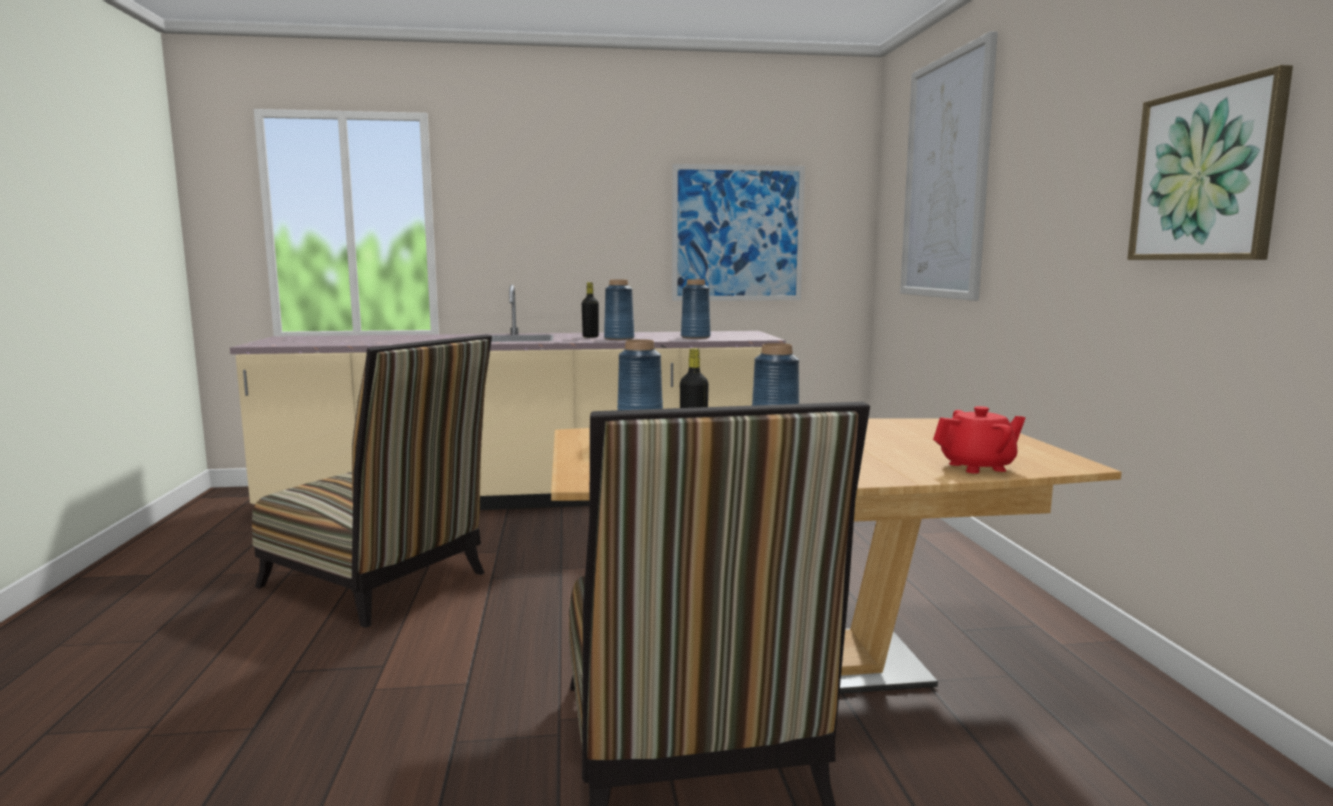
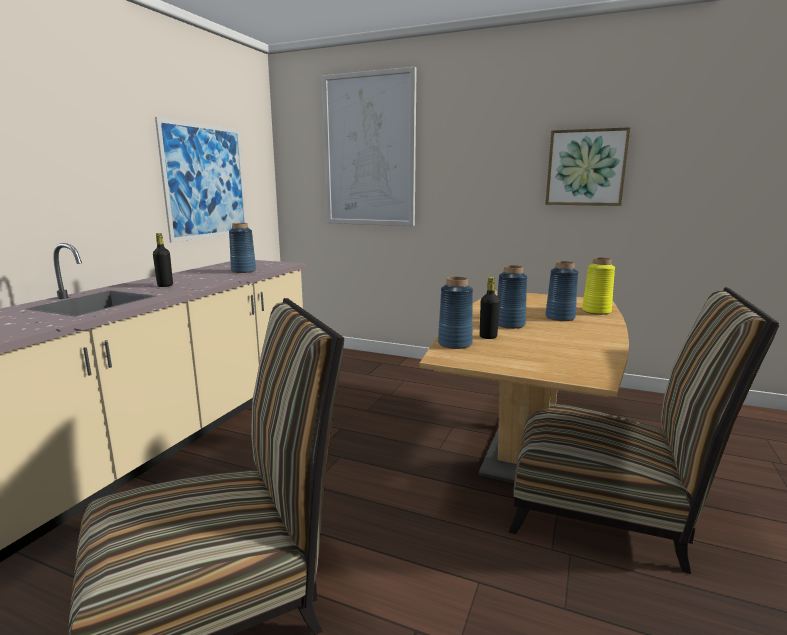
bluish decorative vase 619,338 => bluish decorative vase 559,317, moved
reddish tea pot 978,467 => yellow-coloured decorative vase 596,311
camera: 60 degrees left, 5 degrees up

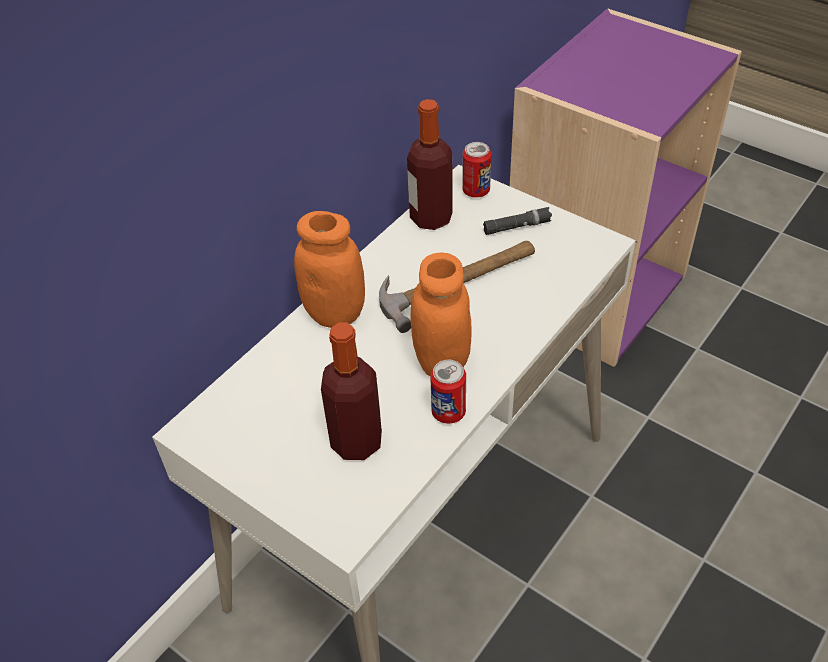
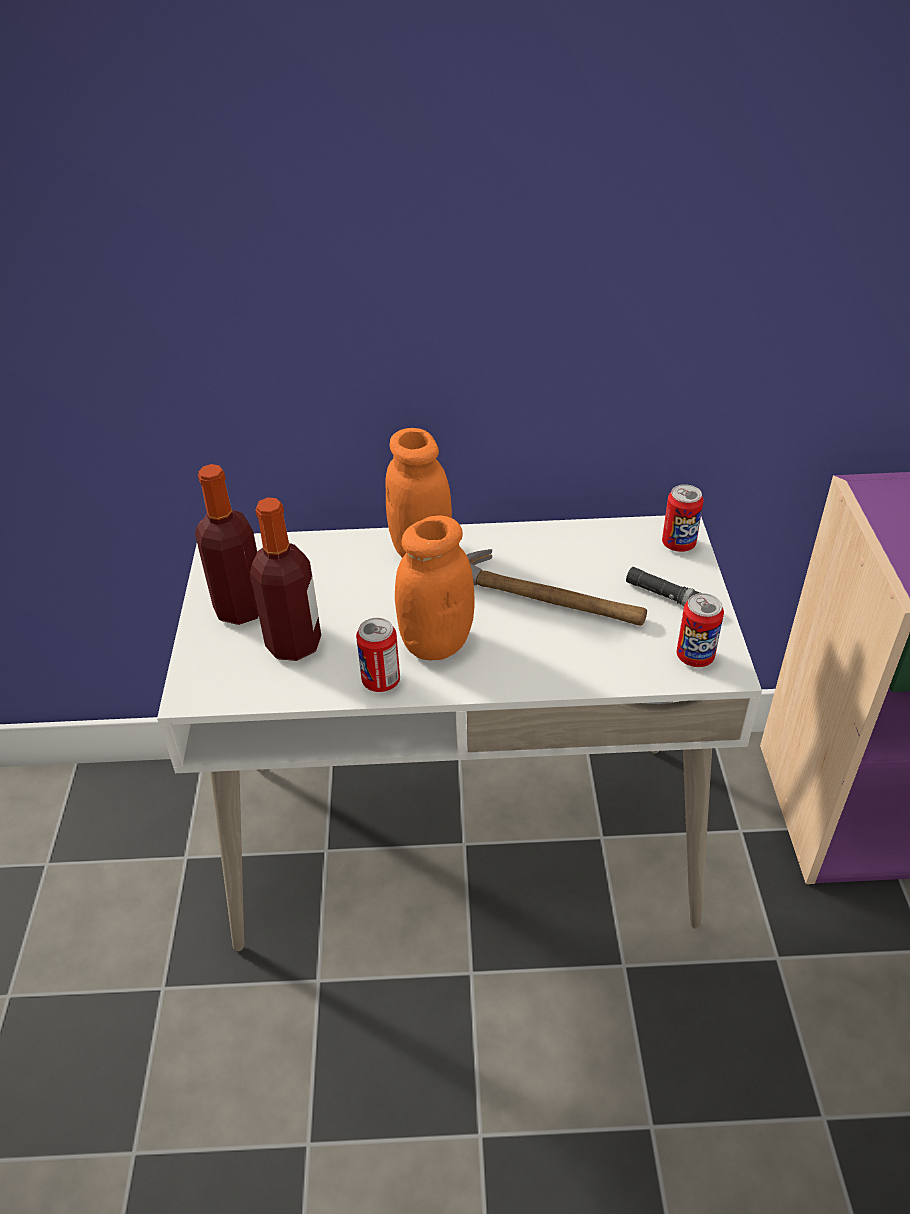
drink bottle 431,218 => drink bottle 241,608, moved
nothing => can 695,657
camera: 50 degrees right, 5 degrees down

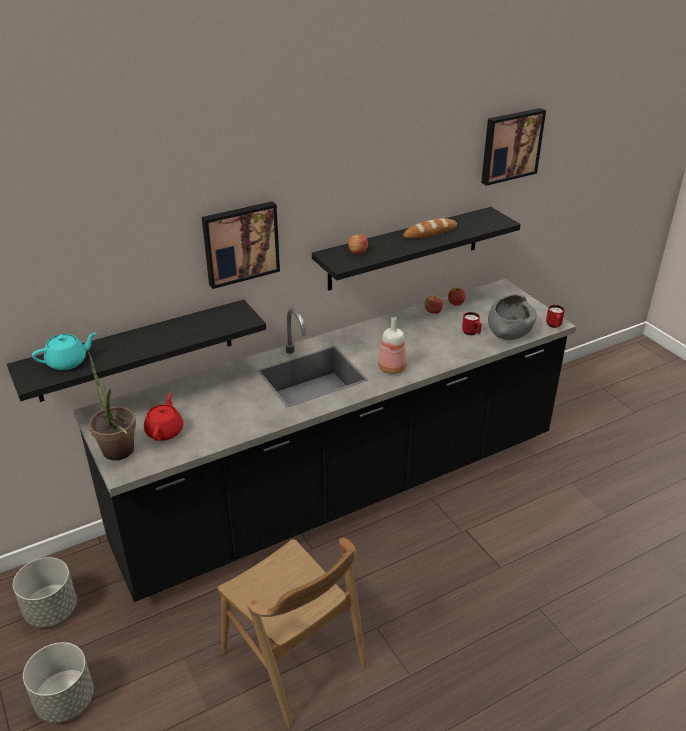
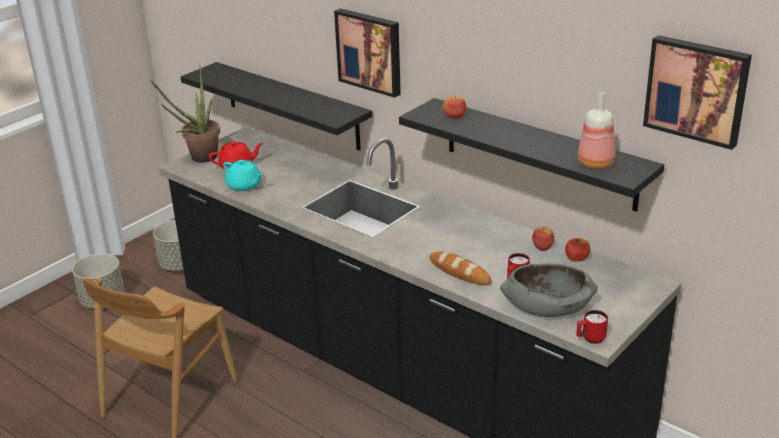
blue-green tea pot 68,362 => blue-green tea pot 244,186, moved
bakery bread 430,232 => bakery bread 459,272, moved
drink bottle 392,367 => drink bottle 597,163, moved
camera: 70 degrees right, 5 degrees down

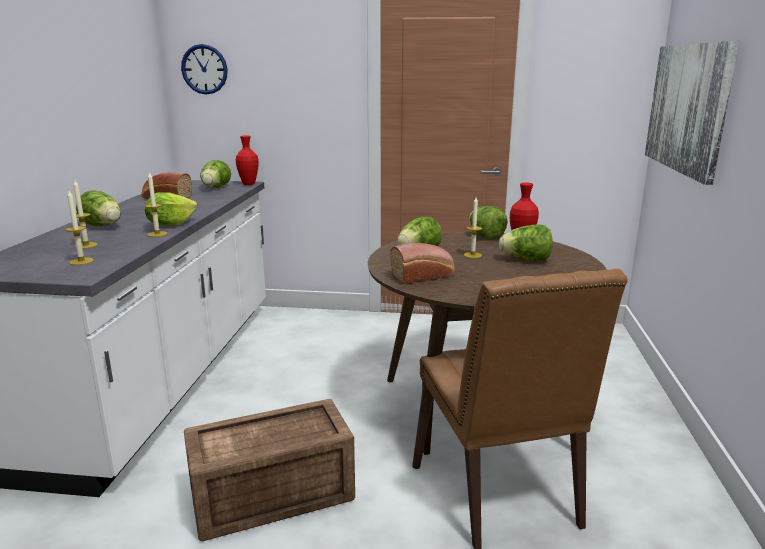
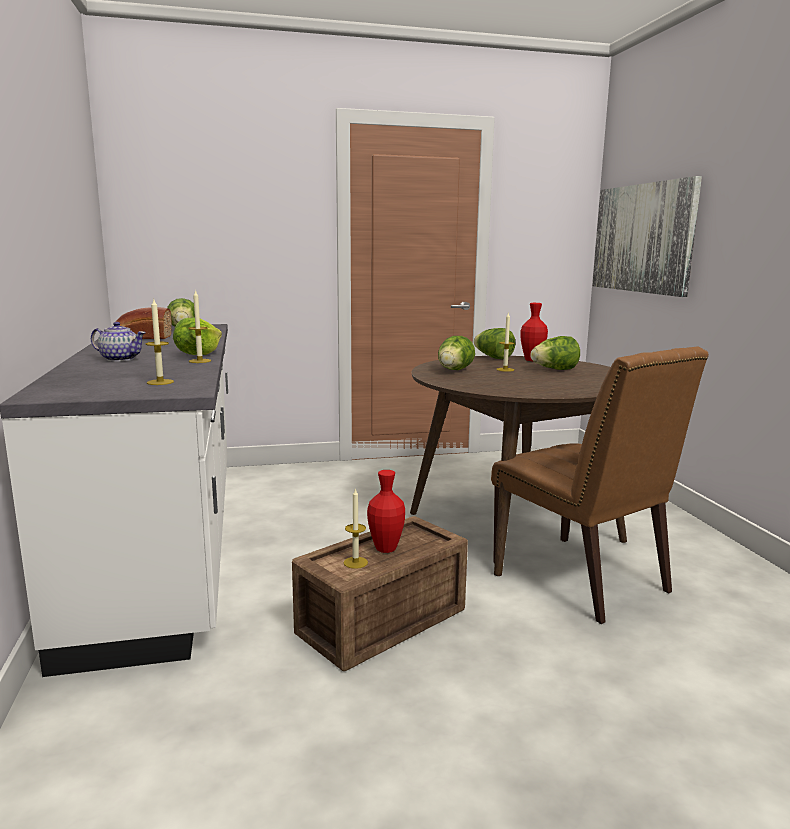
lettuce head 103,226 => tea pot 120,359
wax light 86,245 => wax light 355,562, moved
reddish decorative vase 248,184 => reddish decorative vase 386,549, moved
clock on the wall 204,69 => nothing
bakery bread 424,276 => nothing
camera: 20 degrees left, 5 degrees down

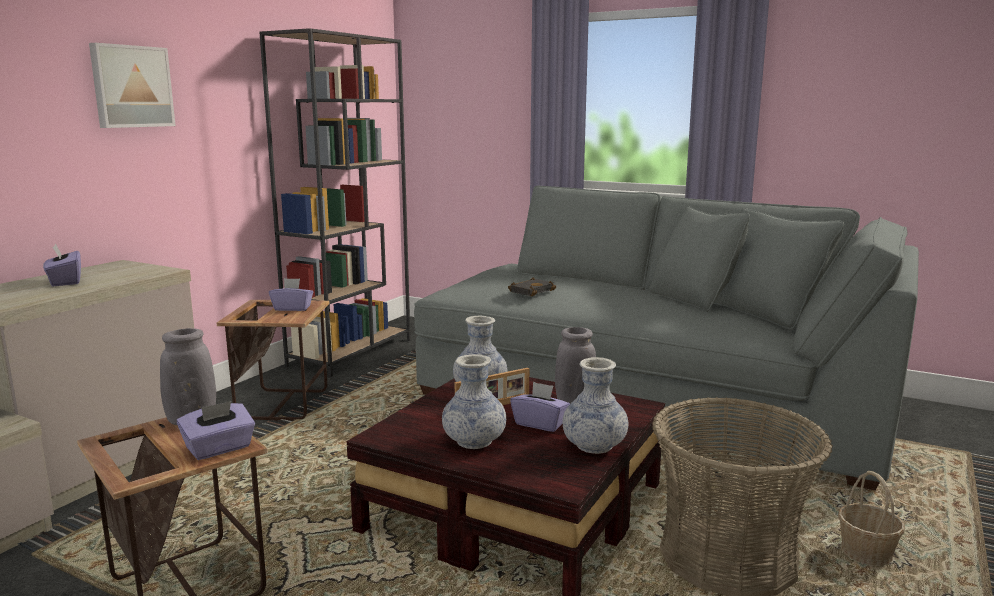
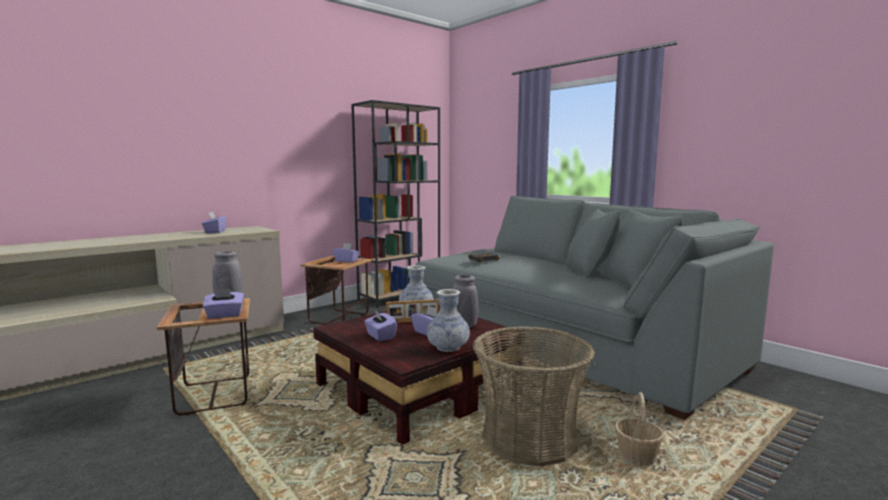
decorative vase 474,441 => purplish tissue box 380,336
wall art 131,86 => nothing
camera: 20 degrees right, 5 degrees down

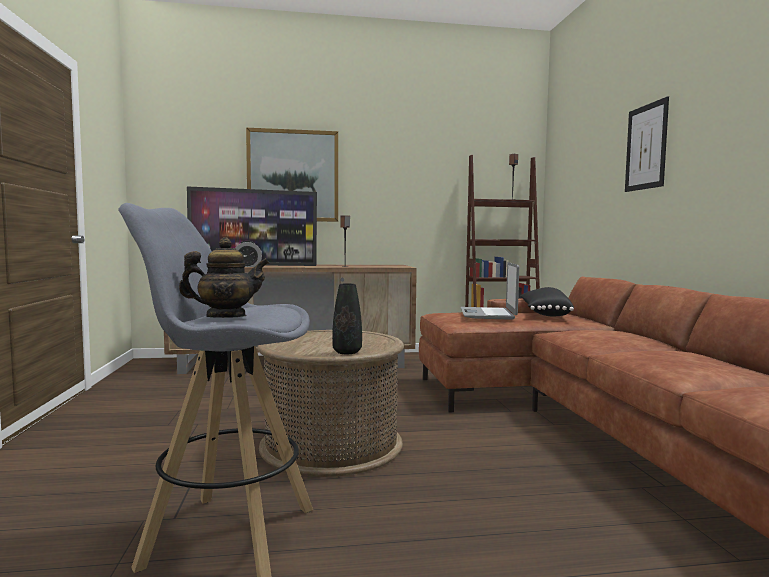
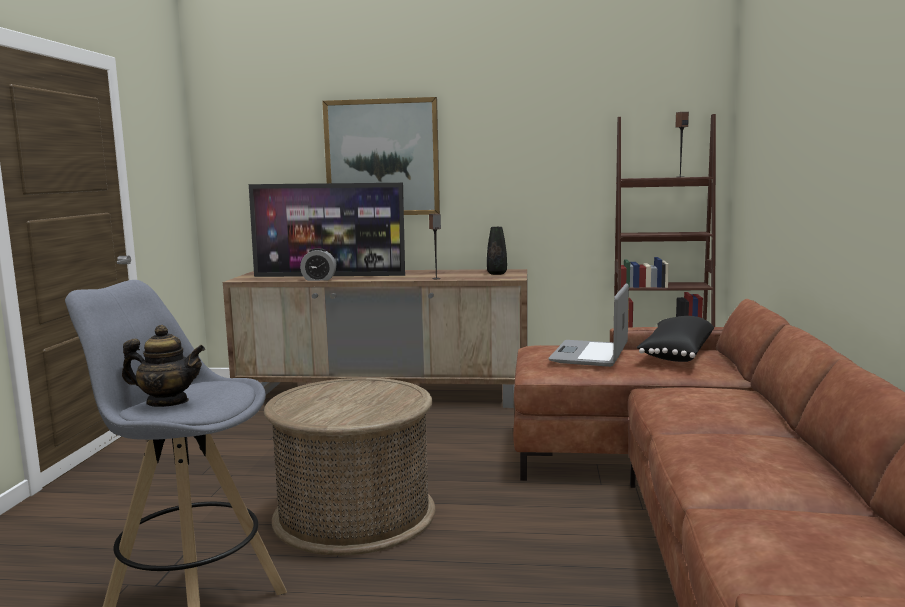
blackish decorative vase 347,352 => blackish decorative vase 497,273, moved
wall art 646,147 => nothing
camera: 15 degrees right, 5 degrees up

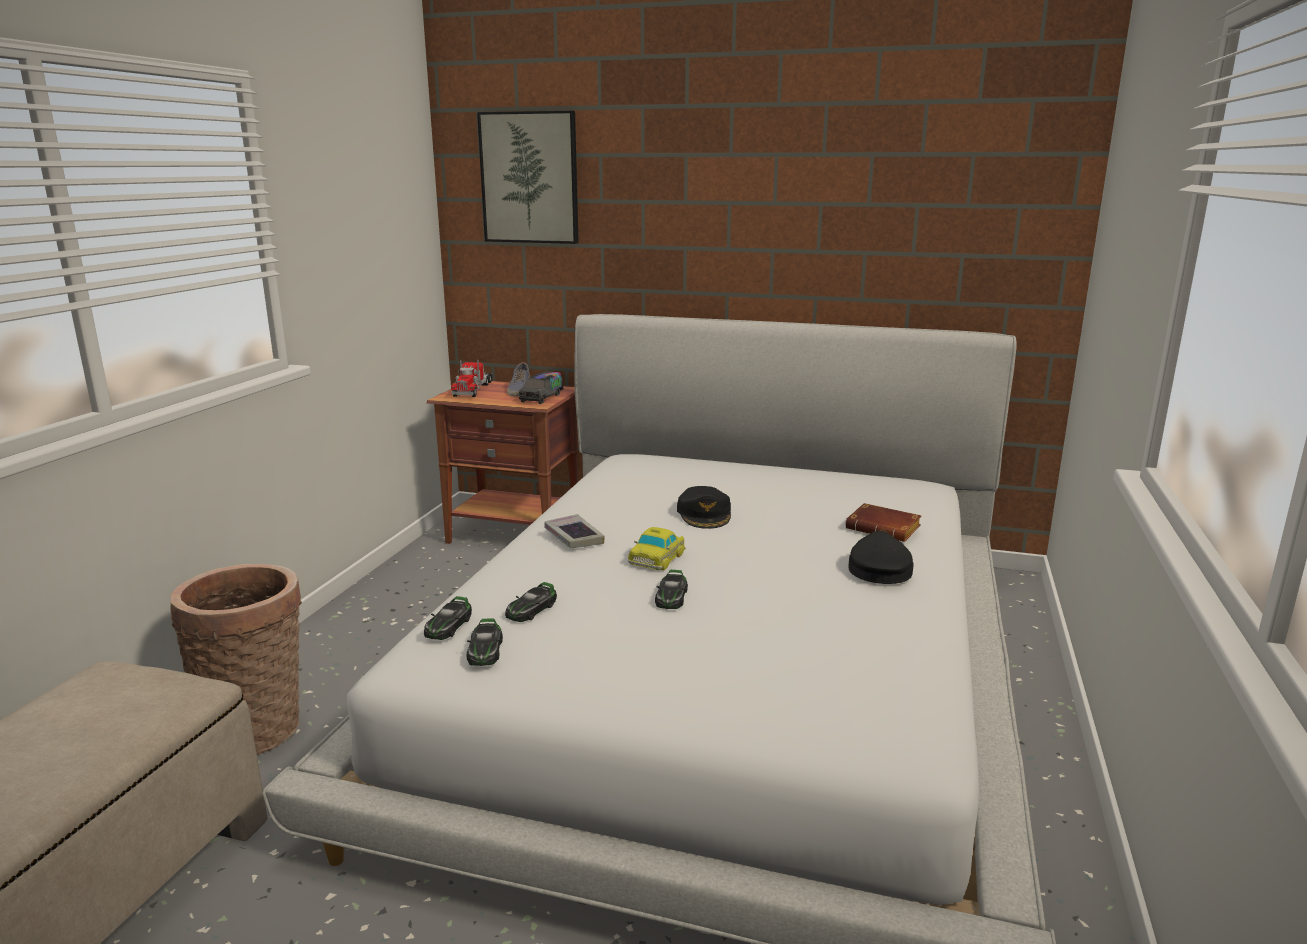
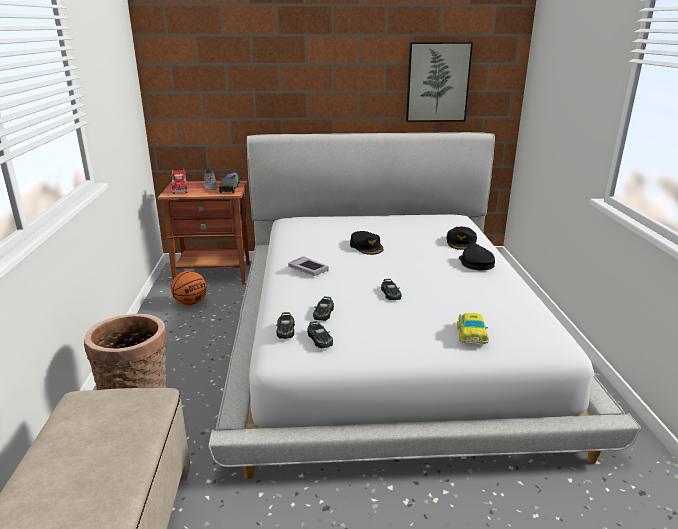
nothing => basketball ball 190,303
wall art 530,178 => wall art 437,82, moved
brownish volume 885,529 => blackish peaked cap 461,242
miniature car 657,557 => miniature car 471,333, moved
camera: 20 degrees left, 5 degrees up

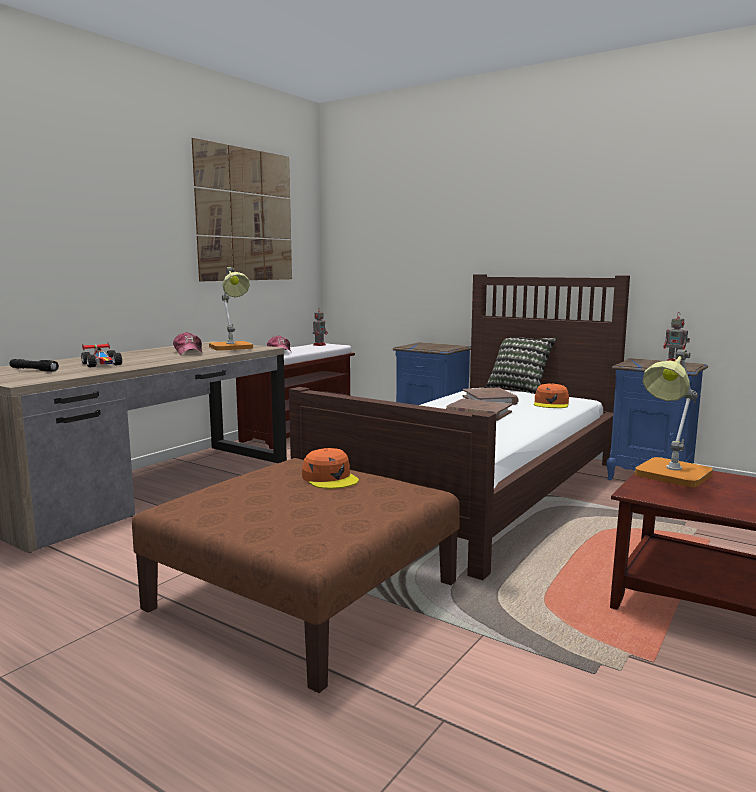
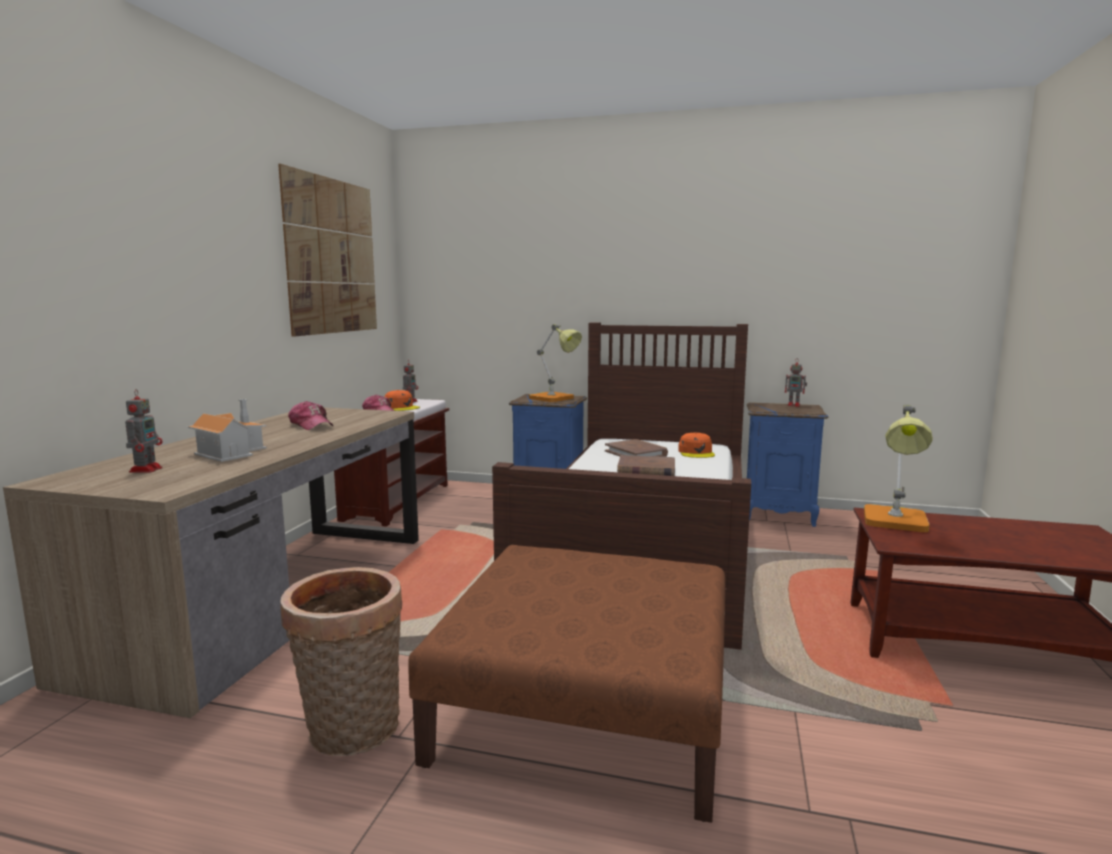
blackish hand torch 33,370 => toy robot 146,469
miniature car 103,364 => toy house 231,452
nothing => household basket 352,733
orangey peaked cap 330,478 => orangey peaked cap 401,407, moved
tabletop lamp 233,348 => tabletop lamp 555,399, moved
cushion 519,389 => nothing
camera: 20 degrees left, 0 degrees up

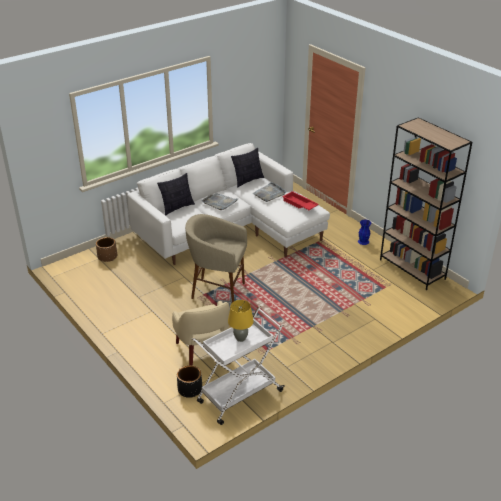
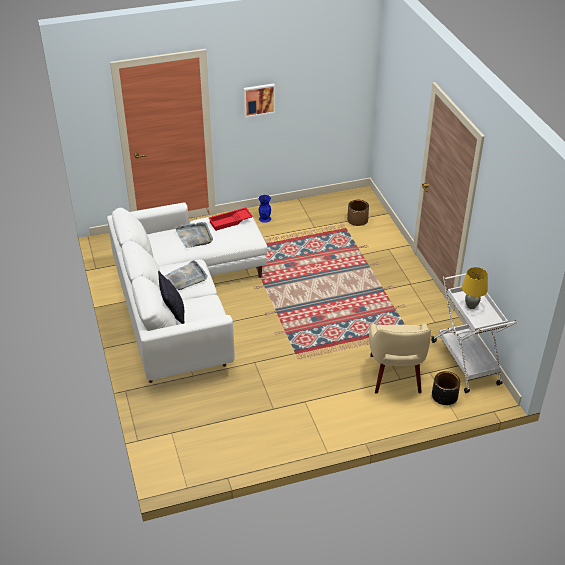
nothing => wall art 259,99
brownish flower pot 107,256 => brownish flower pot 357,220, moved
beige lounge chair 203,354 => beige lounge chair 395,375, 90 degrees clockwise
beige stool seat 217,292 => nothing
cushion 248,180 => nothing
beige bookshelf 412,269 => nothing
camera: 70 degrees left, 5 degrees up

